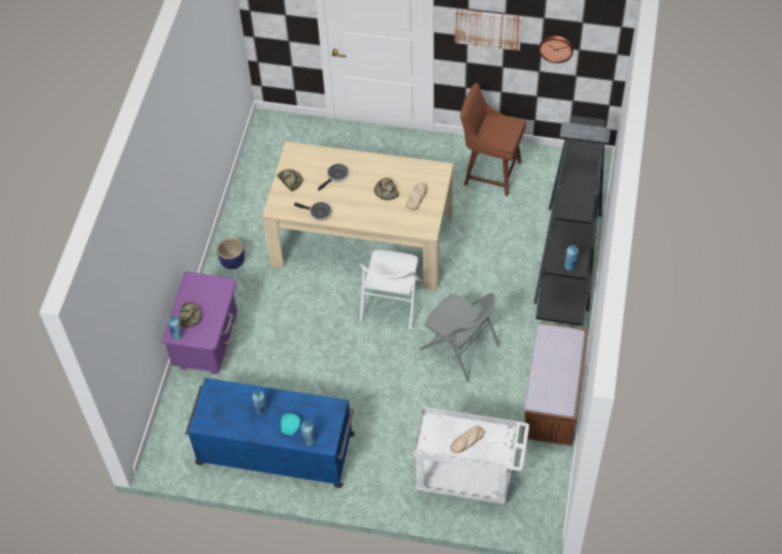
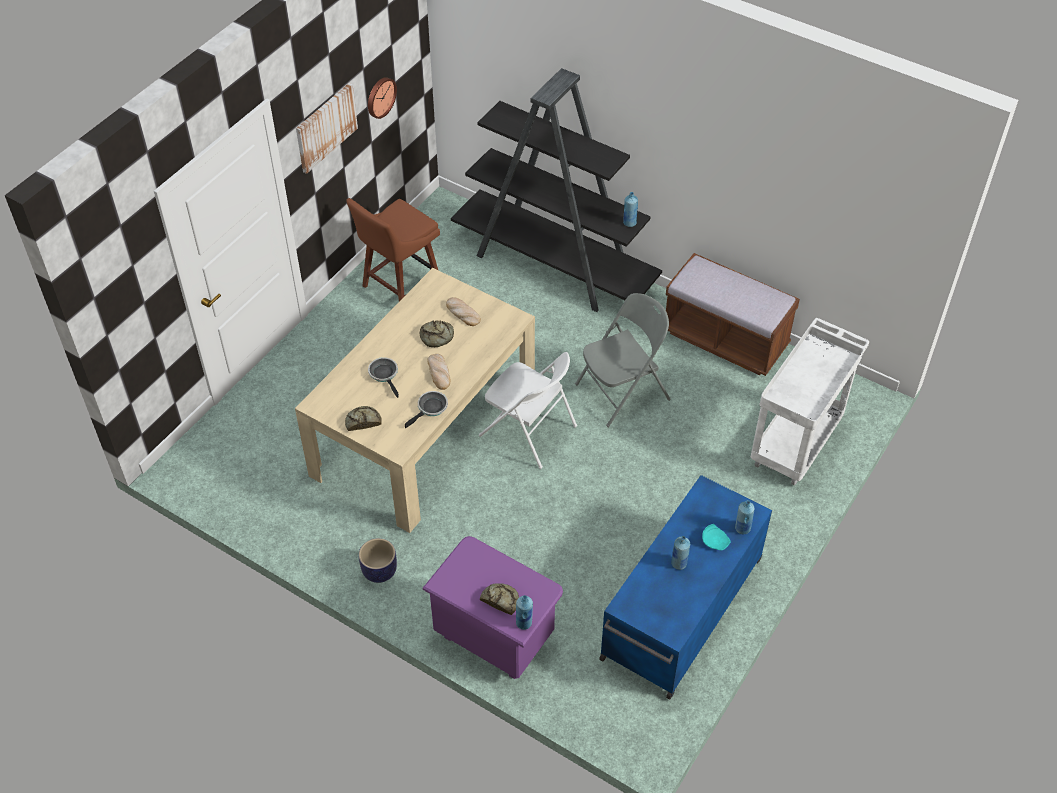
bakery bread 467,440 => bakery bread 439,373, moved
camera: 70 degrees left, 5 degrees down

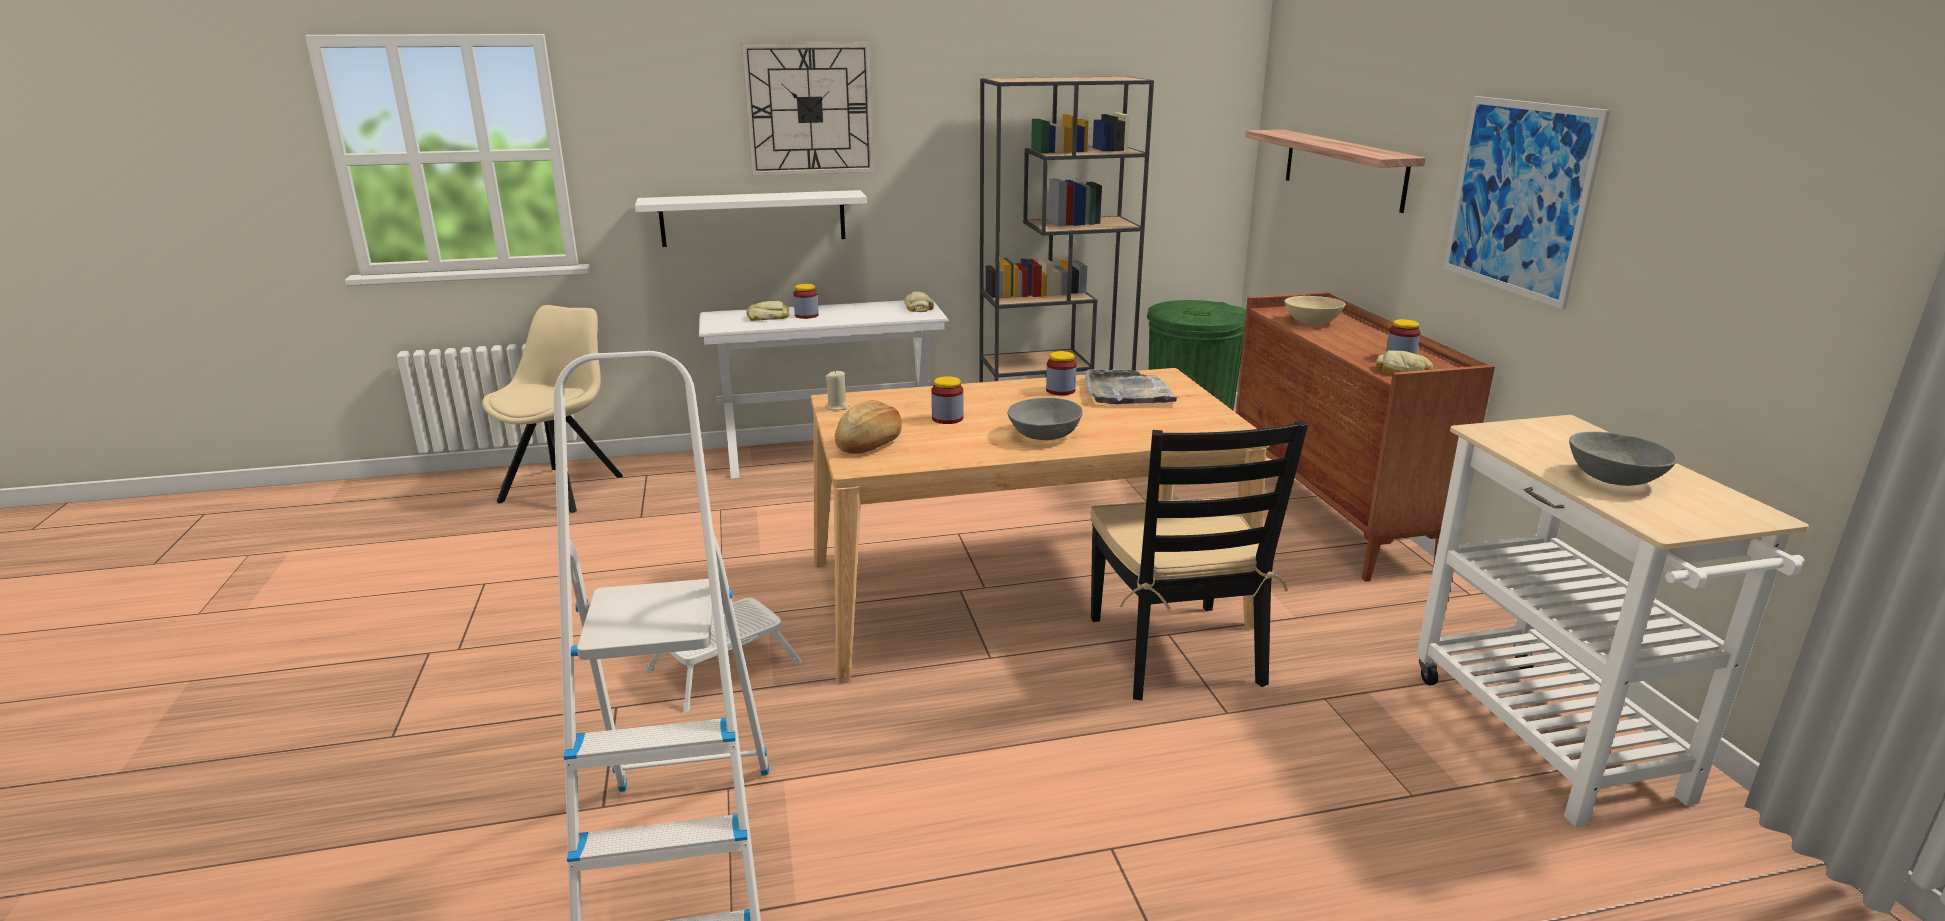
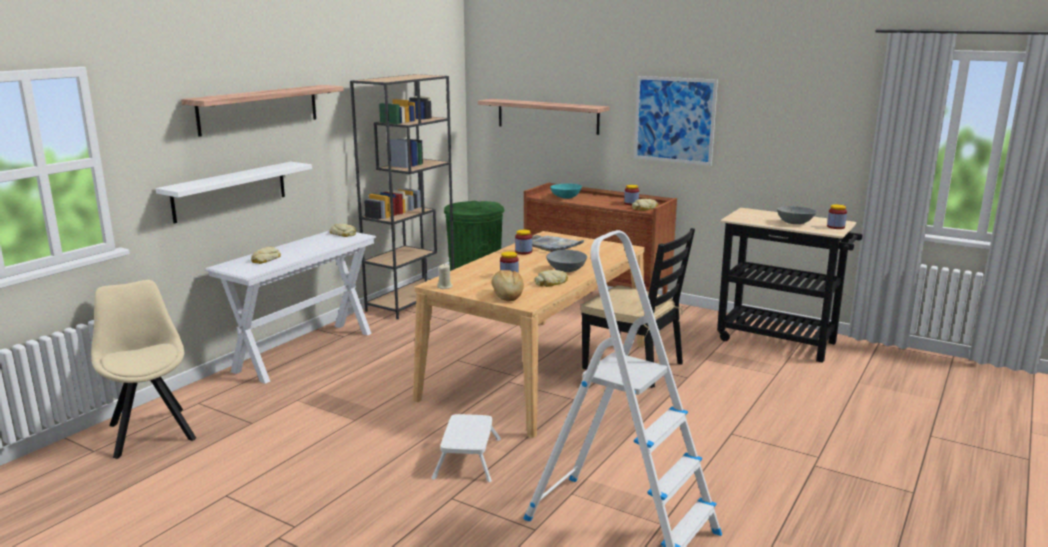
clock on the wall 809,109 => bracket shelf 259,109
nothing => bakery bread 551,283
beige bowl 1312,322 => blue-green bowl 566,197
white wheeled cart 1547,737 => blackish wheeled cart 778,342
jar 806,315 => jar 835,227, moved
camera: 45 degrees left, 5 degrees down

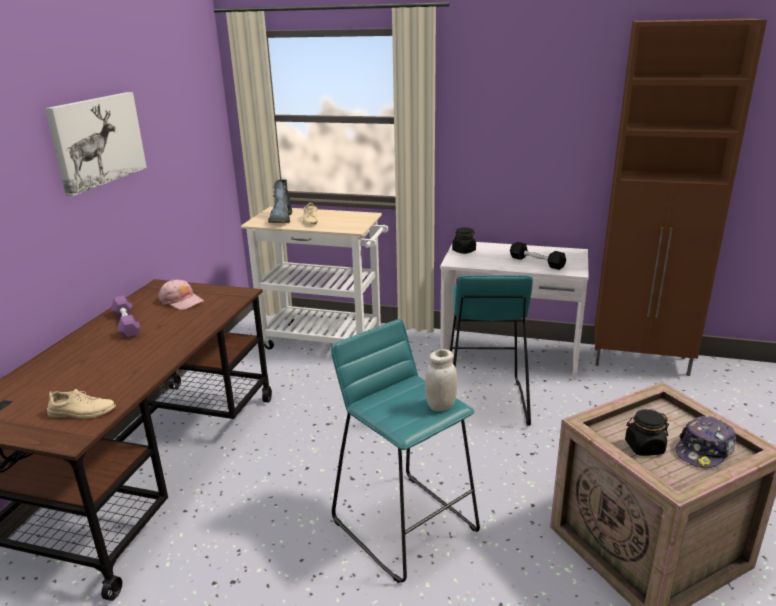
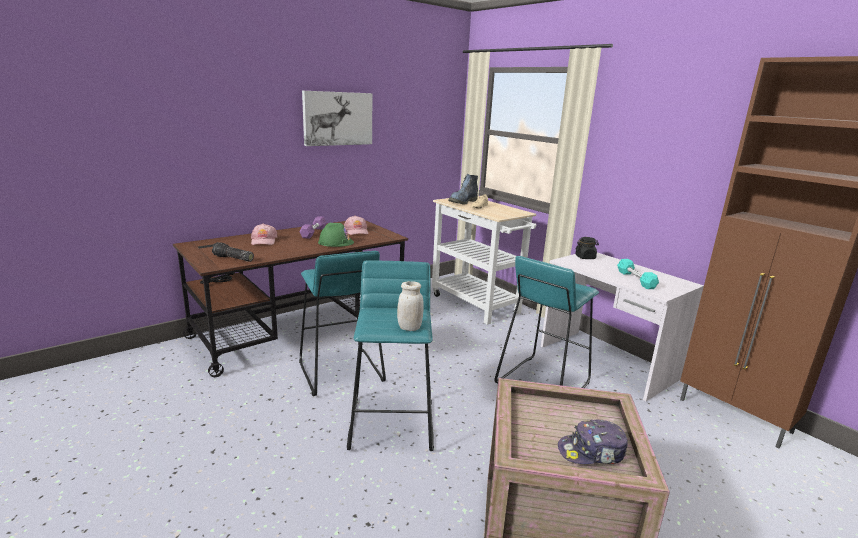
beige shoe 82,412 => hand torch 233,259
nothing => pinkish peaked cap 263,240
nothing => blue-green stool seat 339,371
nothing => greenish hard hat 335,242
blackish hand weight 537,262 => blue-green hand weight 635,279
blackish jar 644,447 => nothing
camera: 35 degrees right, 5 degrees down

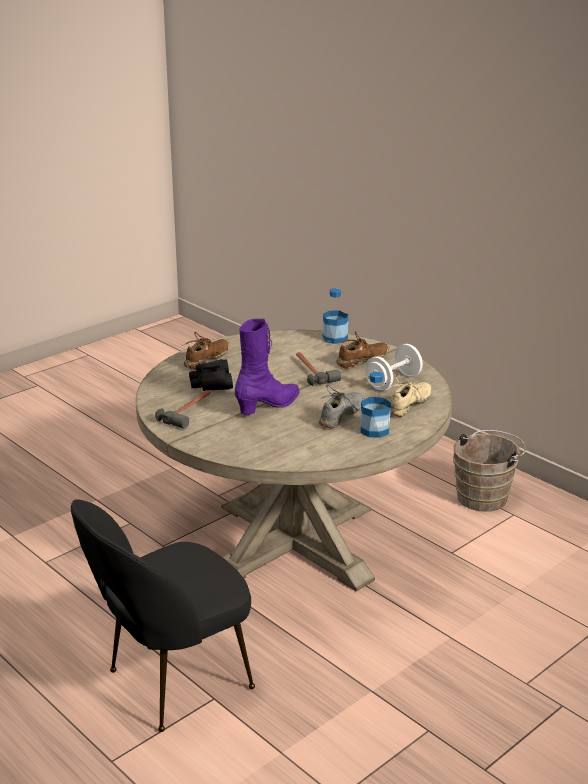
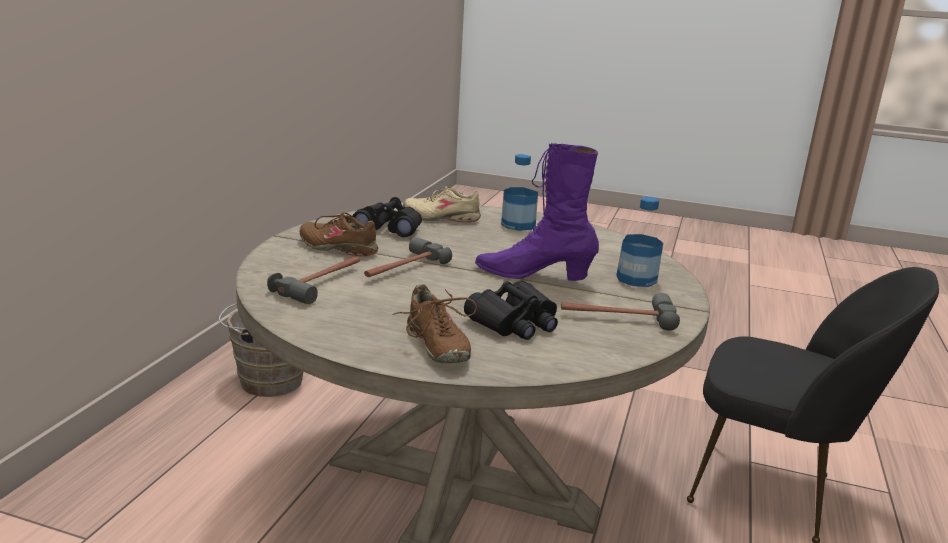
nothing => tool hammer 323,283
white hand weight 393,382 => blackish field glasses 389,228
brownish shoe 207,360 => brownish shoe 436,345, 120 degrees counterclockwise
drink bottle 335,338 => drink bottle 636,279, moved
grey shoe 341,416 => nothing
camera: 120 degrees left, 5 degrees down

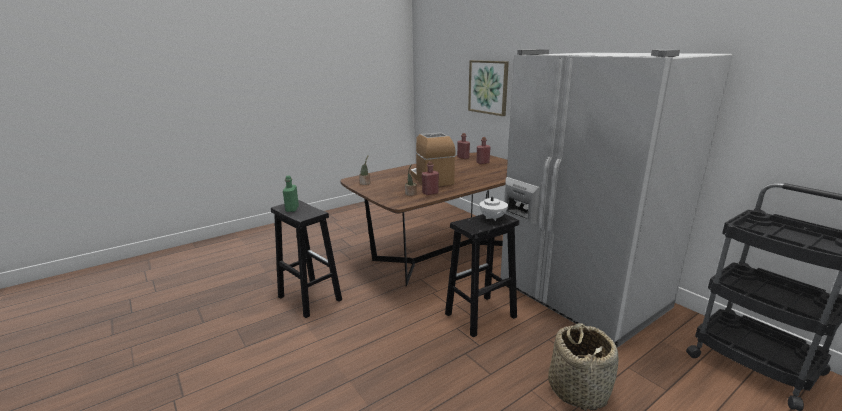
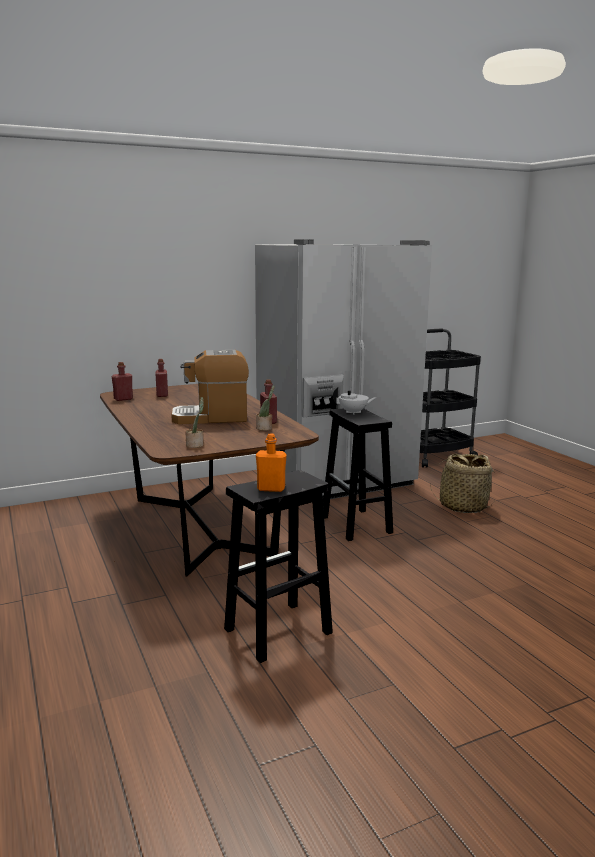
greenish drink bottle 292,209 => orangey drink bottle 271,489
wall art 488,87 => nothing
camera: 80 degrees left, 5 degrees down

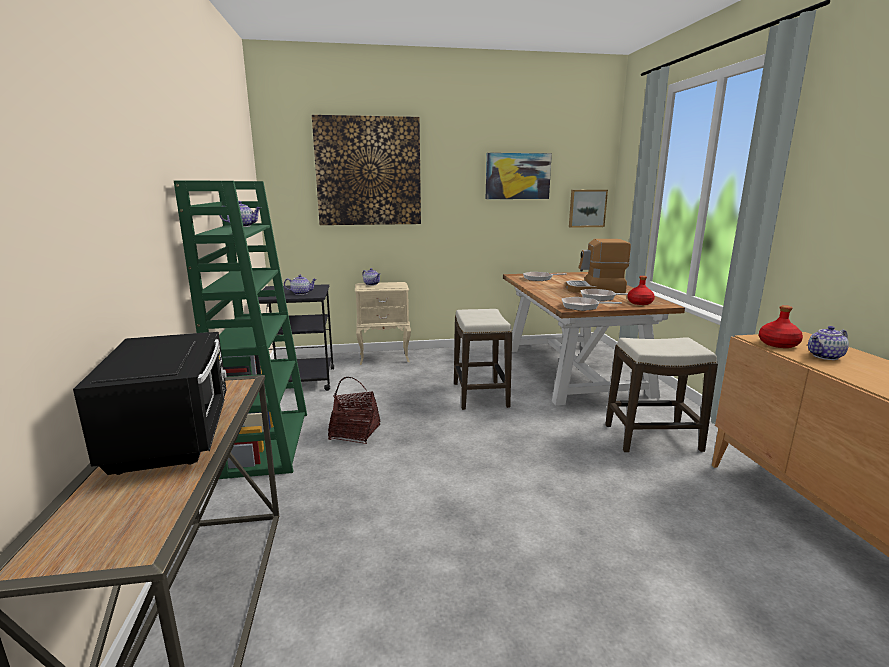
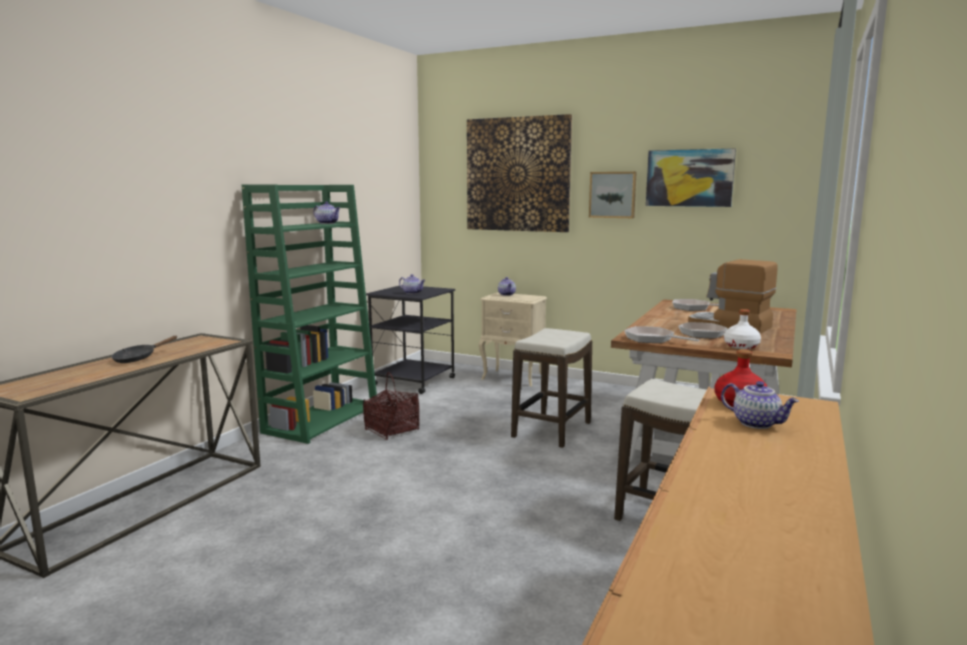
blackish microwave oven 174,435 => blackish frying pan 138,358
wall art 587,208 => wall art 612,195, moved
tea pot 825,357 => tea pot 757,423, 150 degrees counterclockwise
reddish drink bottle 640,303 => white drink bottle 741,346
camera: 35 degrees right, 5 degrees down

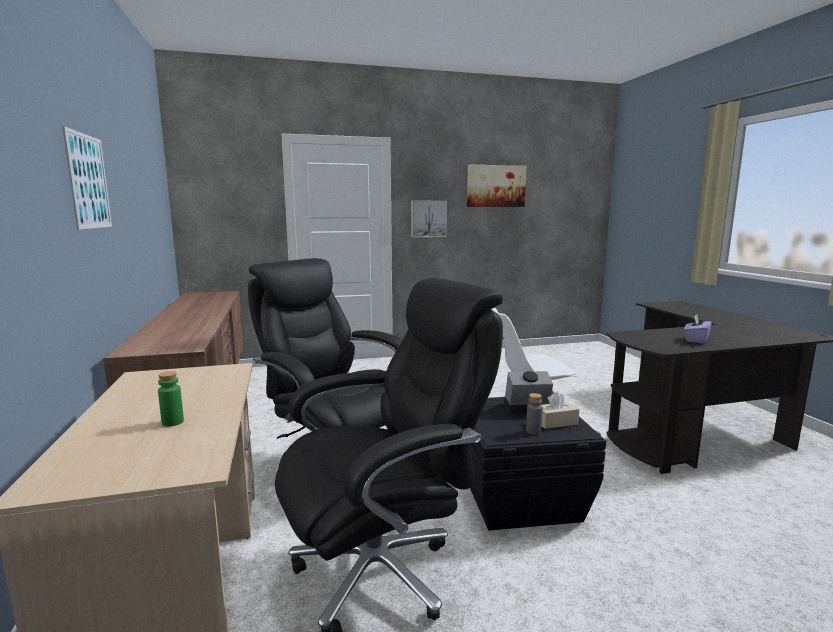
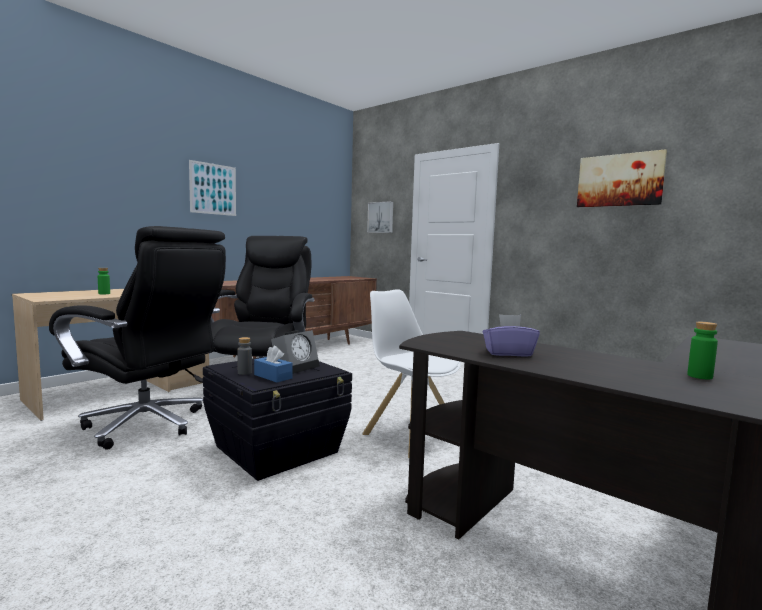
beige tissue box 556,422 => bluish tissue box 273,376
alarm clock 525,408 => alarm clock 296,367, 75 degrees clockwise
wall art 428,218 => wall art 381,217, moved
nothing => greenish drink bottle 699,376
camera: 55 degrees right, 5 degrees down

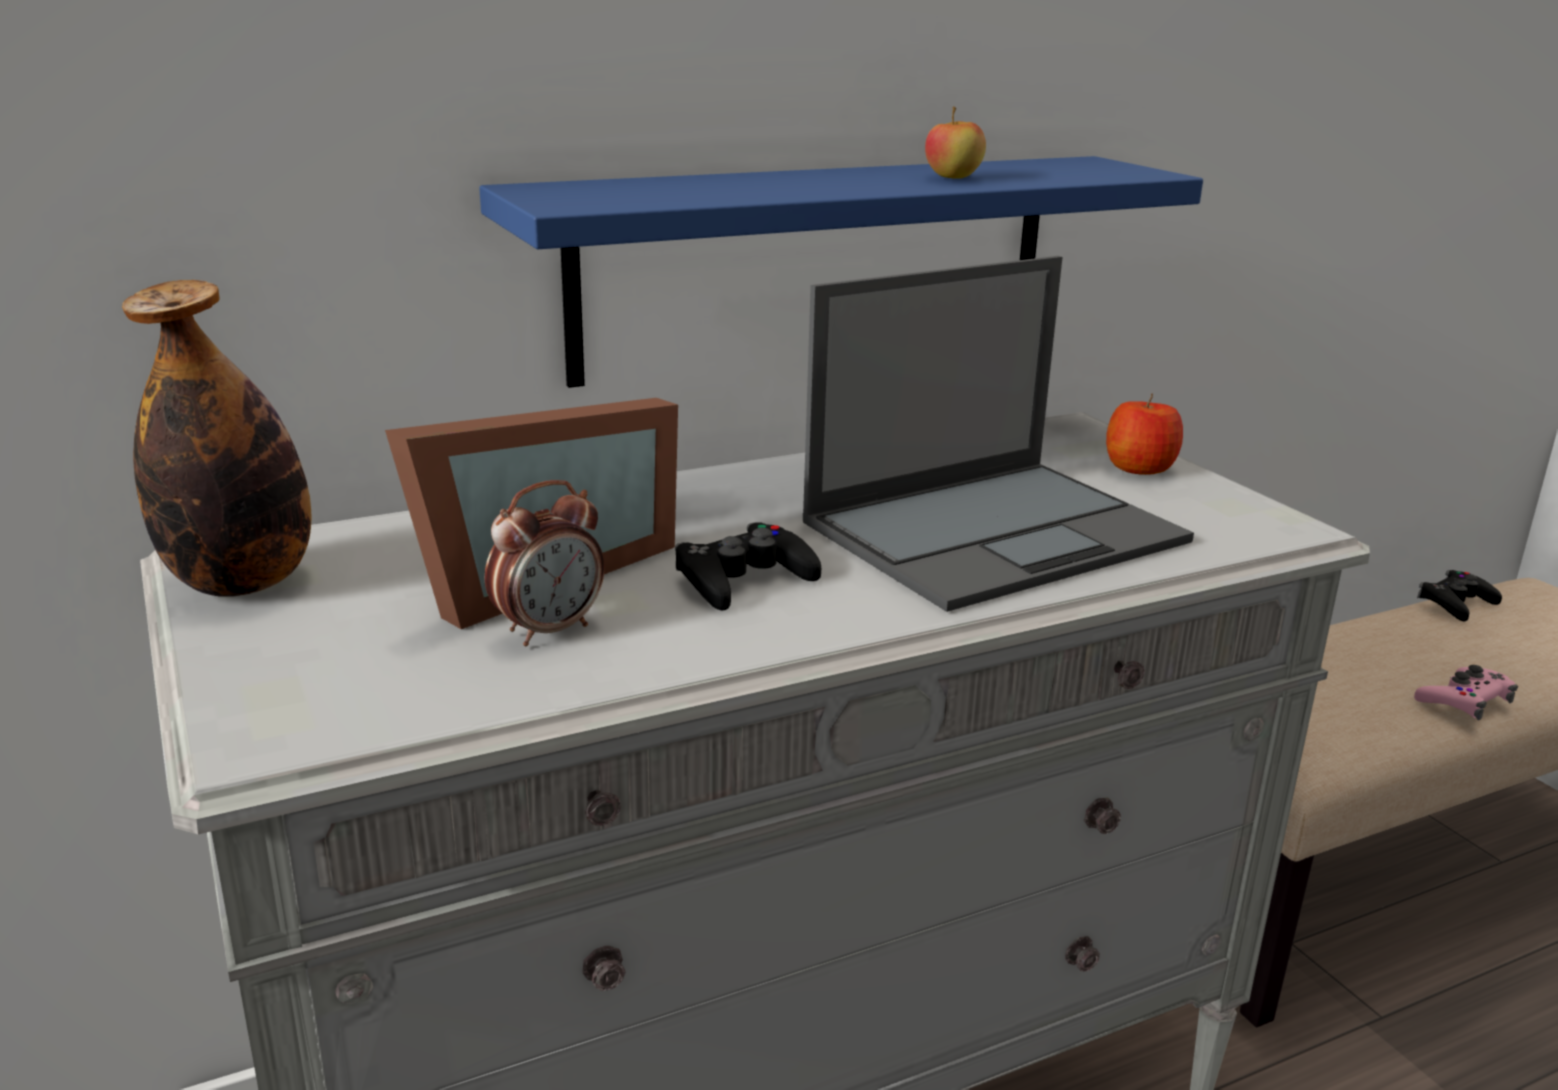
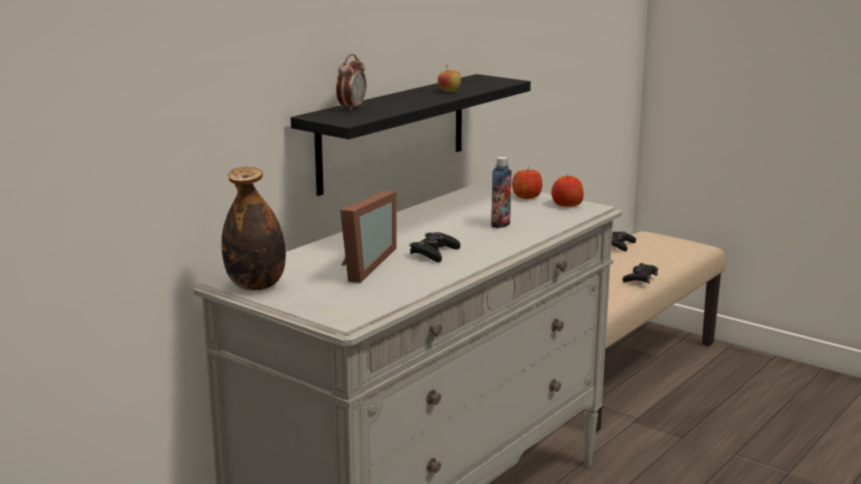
bluish bracket shelf 816,266 => blackish bracket shelf 393,132
alarm clock 549,630 => alarm clock 351,108, moved
portable computer 997,531 => drink bottle 500,224
nothing => whole apple 566,205
pinkish joypad 1464,701 => blackish joypad 640,278
camera: 25 degrees left, 5 degrees down

